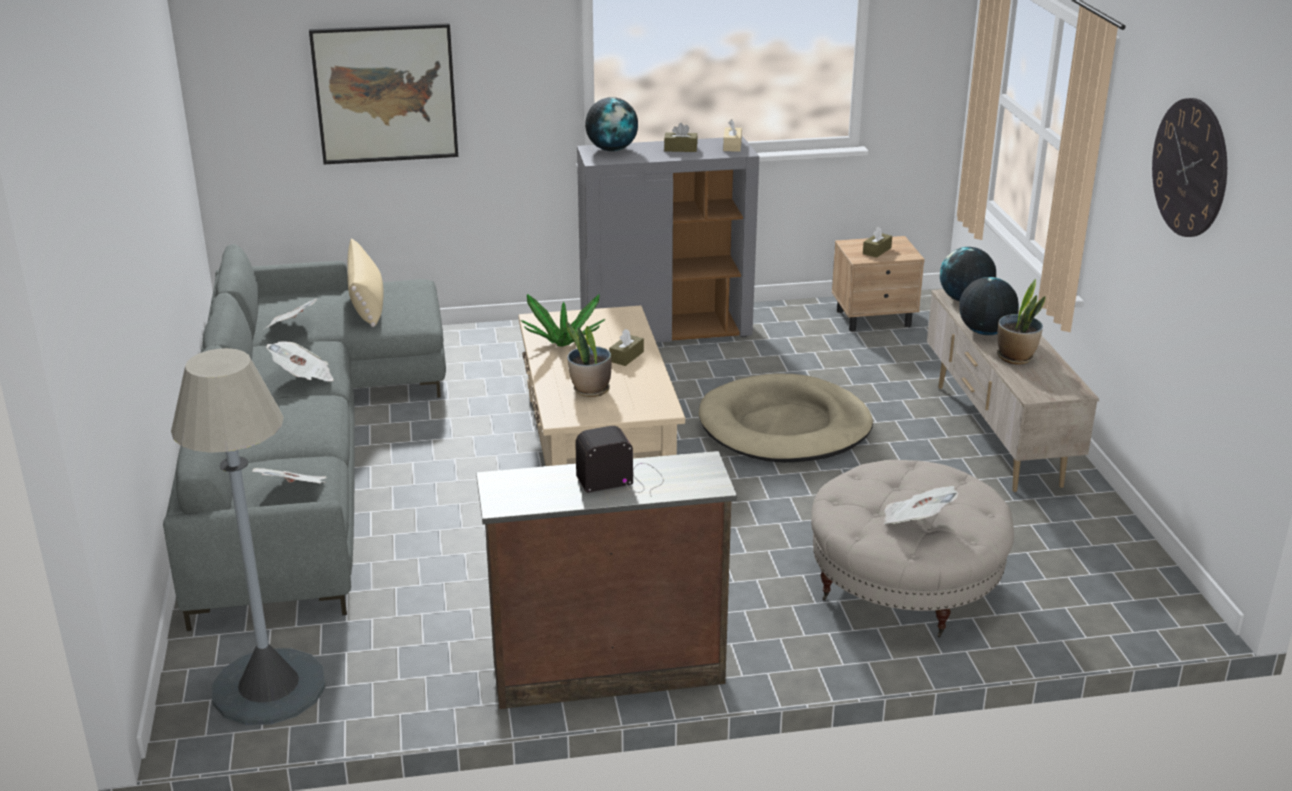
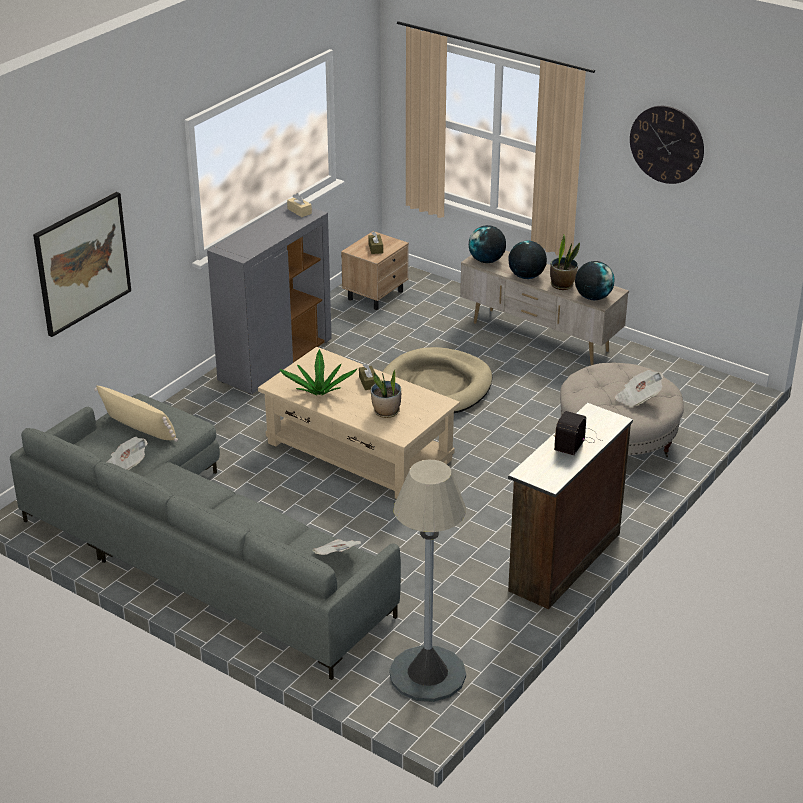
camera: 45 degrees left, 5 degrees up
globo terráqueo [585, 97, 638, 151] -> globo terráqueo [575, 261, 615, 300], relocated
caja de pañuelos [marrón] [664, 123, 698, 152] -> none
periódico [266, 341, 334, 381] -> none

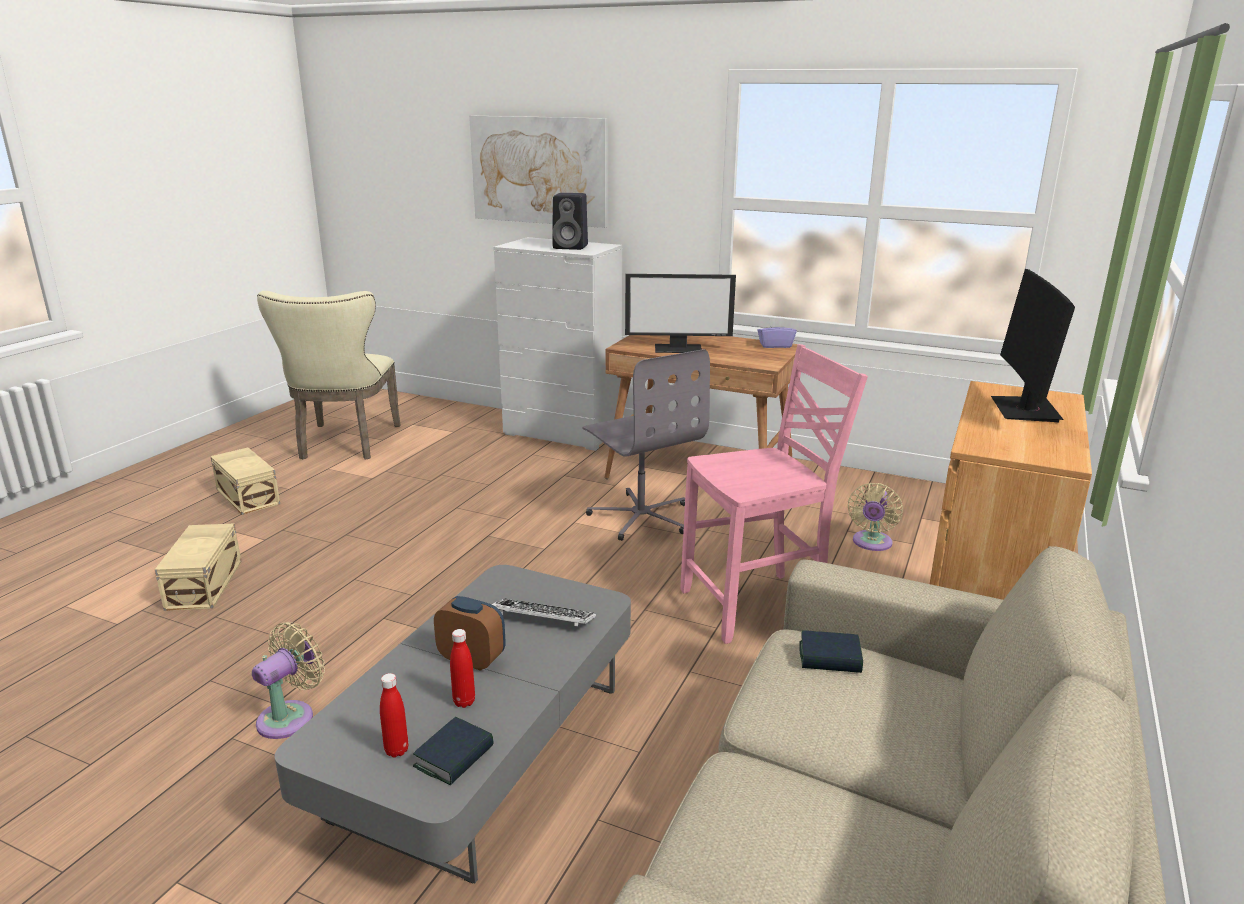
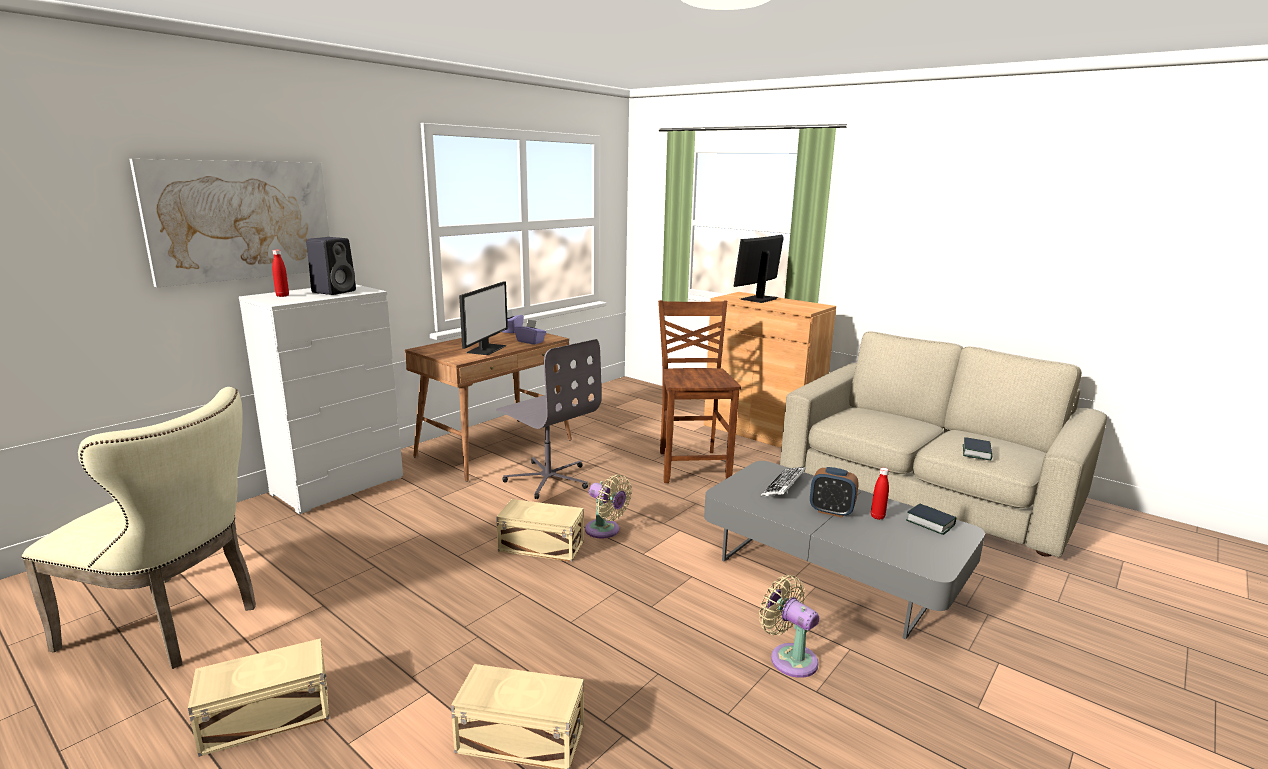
camera: 75 degrees left, 5 degrees down
monitor [991, 269, 1075, 422] -> monitor [733, 235, 784, 303], 105 degrees clockwise
silla [rosa] [681, 344, 868, 644] -> silla [marrón] [658, 300, 741, 483]
silla de oficina [gris] [582, 349, 710, 541] -> silla de oficina [gris] [496, 339, 602, 499], 60 degrees clockwise
ventilador [beis] [848, 483, 903, 551] -> ventilador [beis] [585, 475, 632, 539], relocated
despertador [434, 596, 506, 671] -> despertador [810, 467, 859, 518], 105 degrees counterclockwise
libro [799, 631, 863, 673] -> libro [963, 437, 992, 461], relocated
botella [rojo] [380, 673, 409, 758] -> botella [rojo] [272, 250, 289, 297], relocated
none -> caja de pañuelos [morado] [514, 319, 546, 345]
none -> caja de almacenaje [beis] [496, 499, 584, 562]

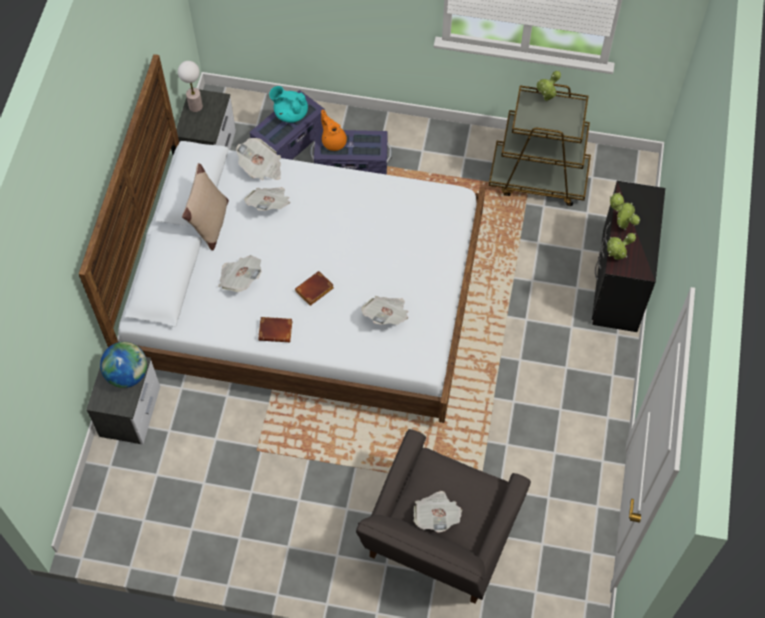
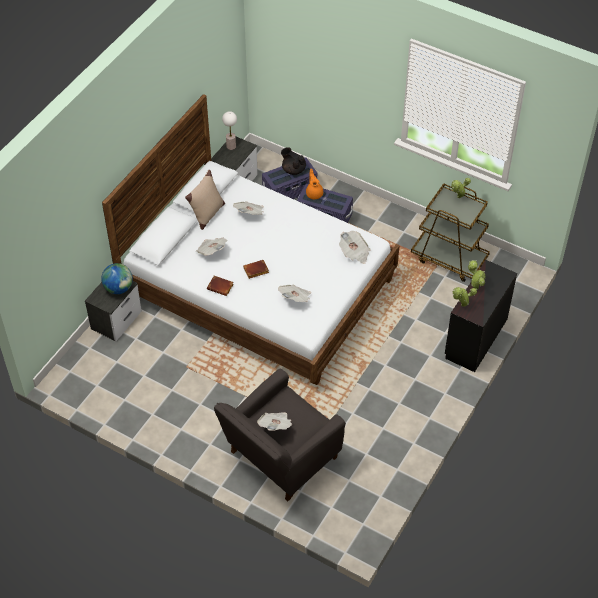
camera: 20 degrees right, 10 degrees down
tetera [turquesa] [269, 86, 308, 123] -> tetera [negro] [281, 148, 306, 175]
periódico [236, 138, 281, 180] -> periódico [339, 231, 371, 264], relocated

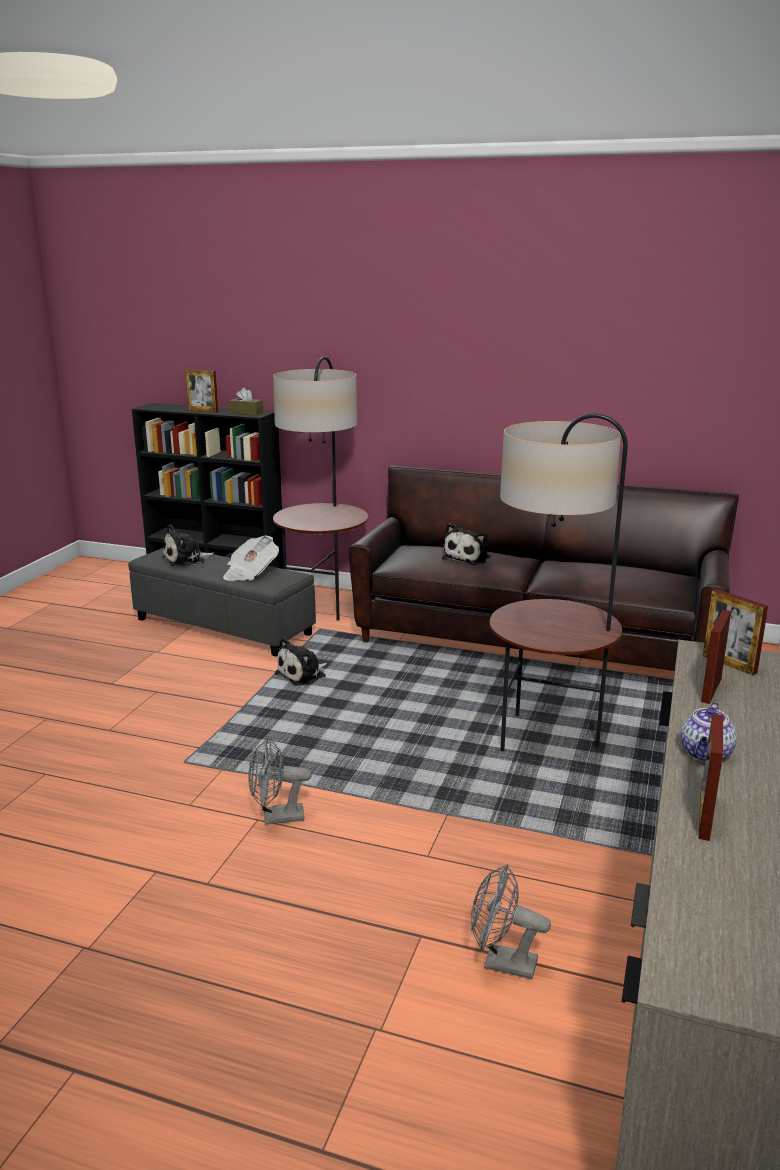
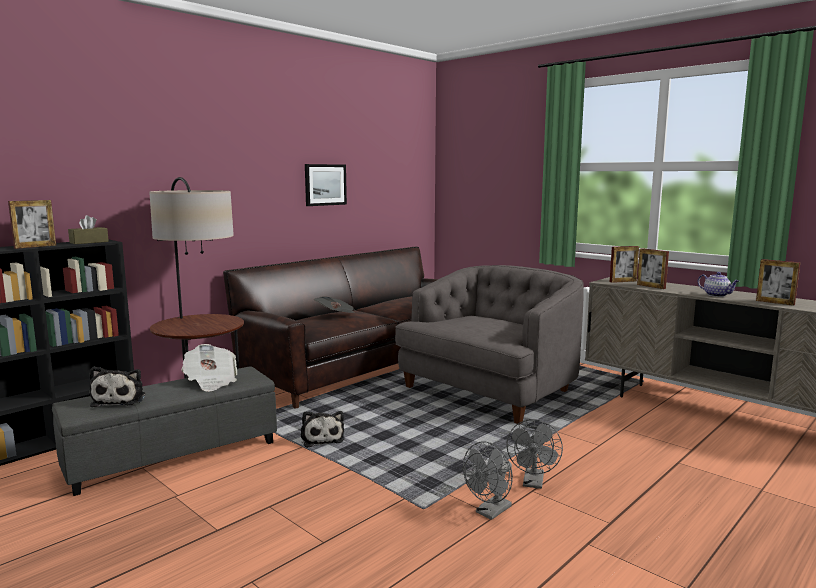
camera: 65 degrees left, 10 degrees down
lámpara de pie [490, 413, 628, 752] -> sillón [gris] [395, 265, 584, 424]
peluche [442, 523, 491, 565] -> periódico [314, 297, 354, 313]
ventilador [gris] [471, 864, 551, 979] -> ventilador [gris] [463, 441, 513, 520], relocated
none -> cuadro [305, 164, 347, 206]

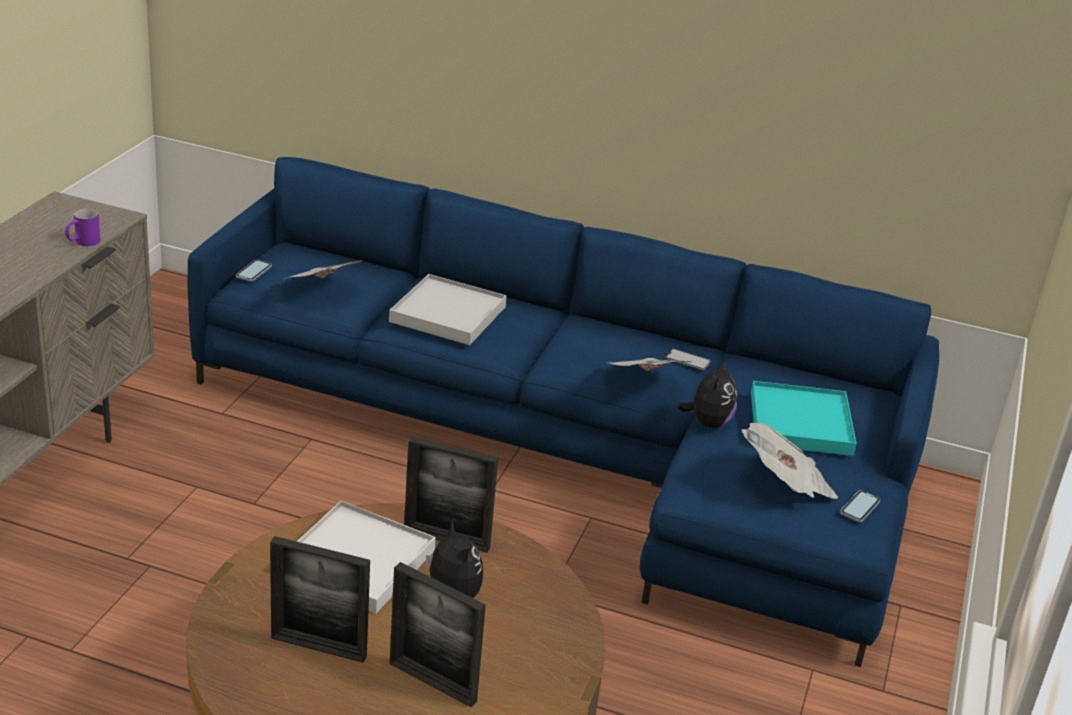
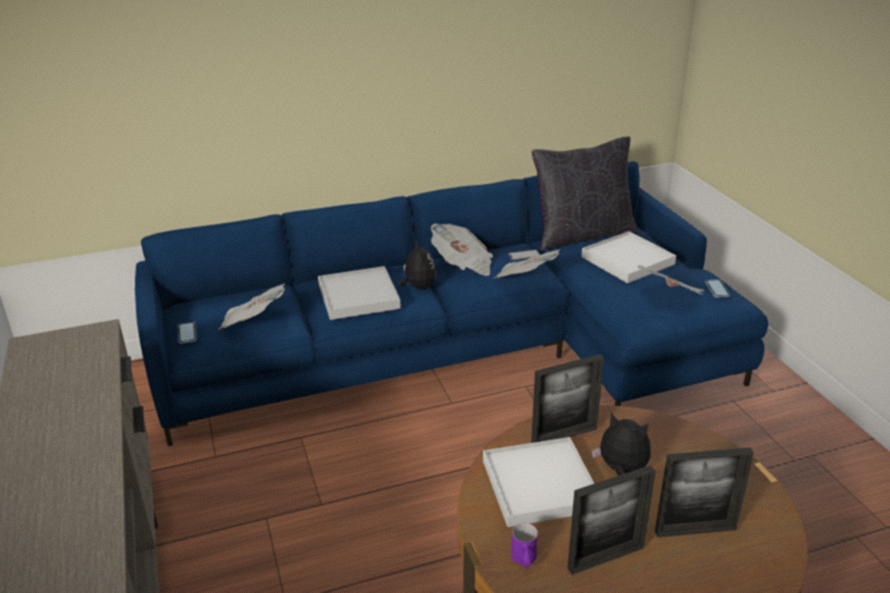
camera: 35 degrees left, 0 degrees up
taza grande [morado] [65, 209, 100, 246] -> taza grande [morado] [511, 523, 538, 568], relocated
peluche [677, 360, 738, 428] -> peluche [399, 240, 436, 290], relocated
bandeja [turquesa] [751, 381, 857, 456] -> bandeja [blanco] [581, 231, 676, 283]
none -> cojín [negro] [532, 136, 637, 251]
none -> periódico [431, 224, 493, 276]

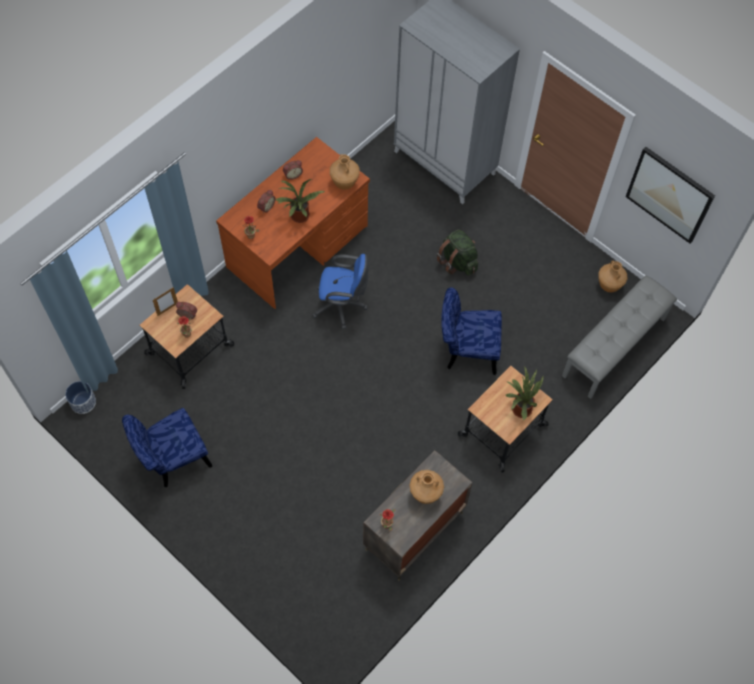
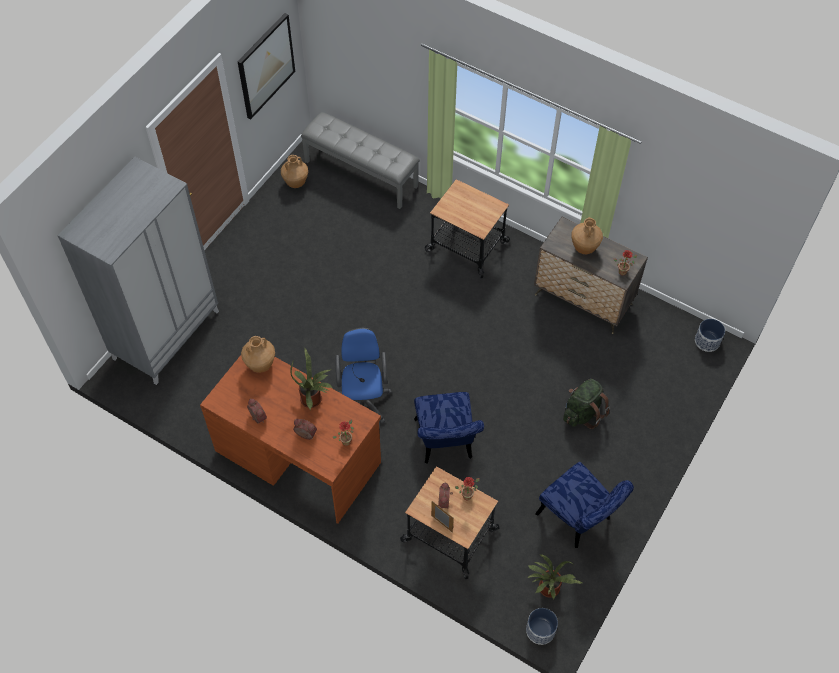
camera: 100 degrees left, 5 degrees down
mochila [verde] [437, 229, 478, 275] -> mochila [verde] [563, 379, 610, 429], relocated
silla [azul] [441, 287, 502, 375] -> silla [azul] [414, 392, 484, 464], relocated
planta en maceta [505, 366, 544, 421] -> planta en maceta [528, 554, 582, 599], relocated
none -> maceta [695, 319, 725, 352]

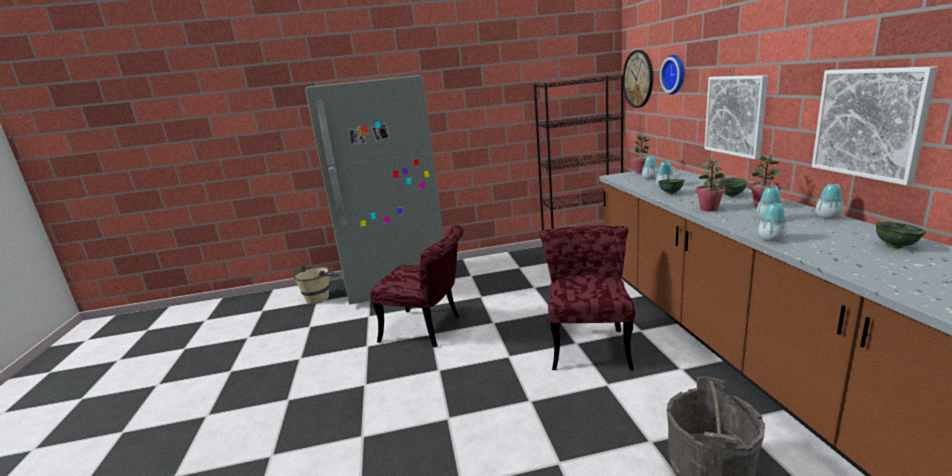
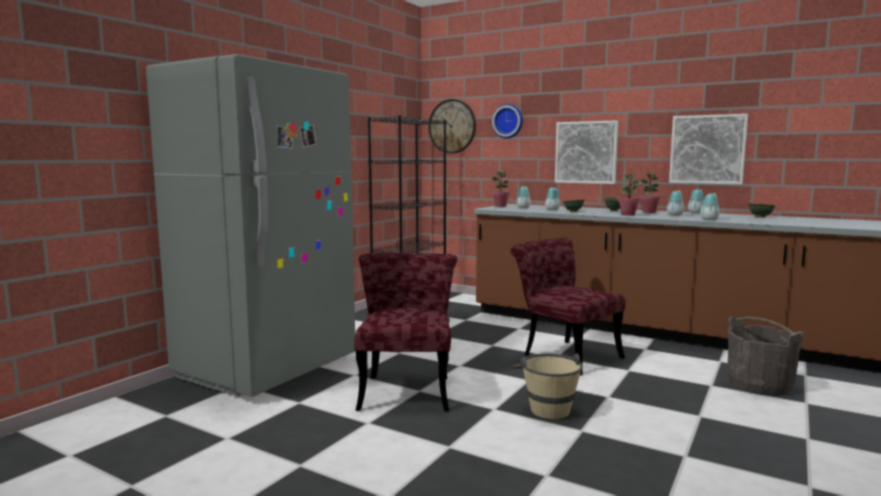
camera: 50 degrees left, 10 degrees down
silla [rojo] [371, 225, 463, 347] -> silla [rojo] [354, 253, 457, 412], 60 degrees counterclockwise
cubo [beis] [293, 266, 340, 304] -> cubo [beis] [512, 353, 583, 419], relocated

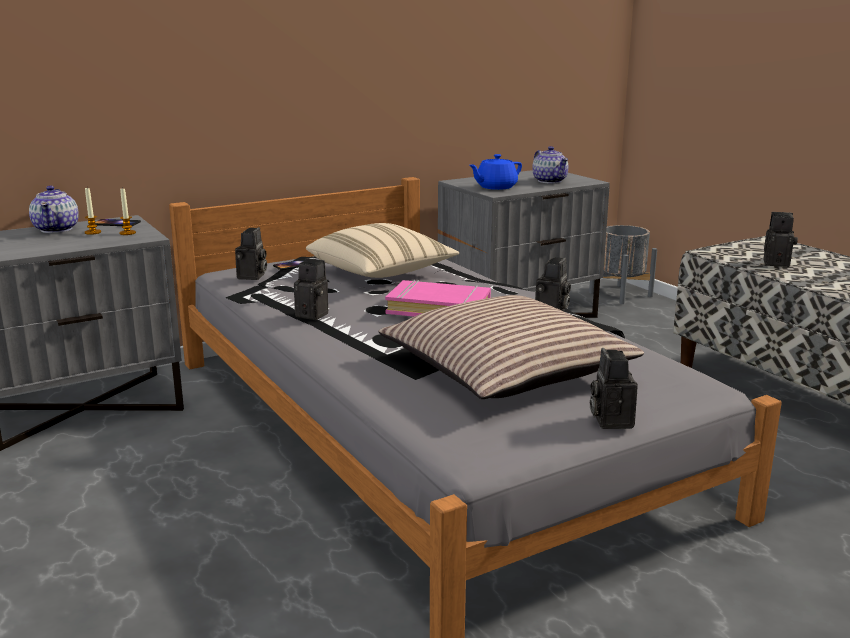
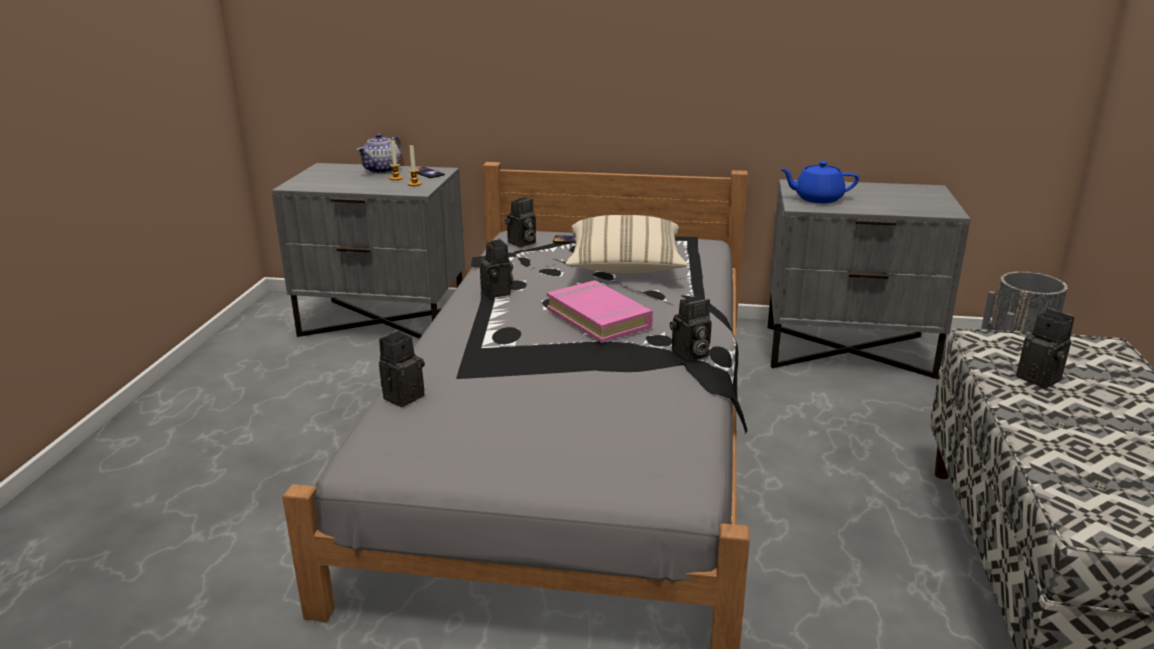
camera: 40 degrees right, 5 degrees up
tetera [532, 146, 568, 183] -> none
cojín [379, 295, 644, 399] -> none
cámara [590, 348, 638, 429] -> cámara [379, 329, 425, 407], relocated

